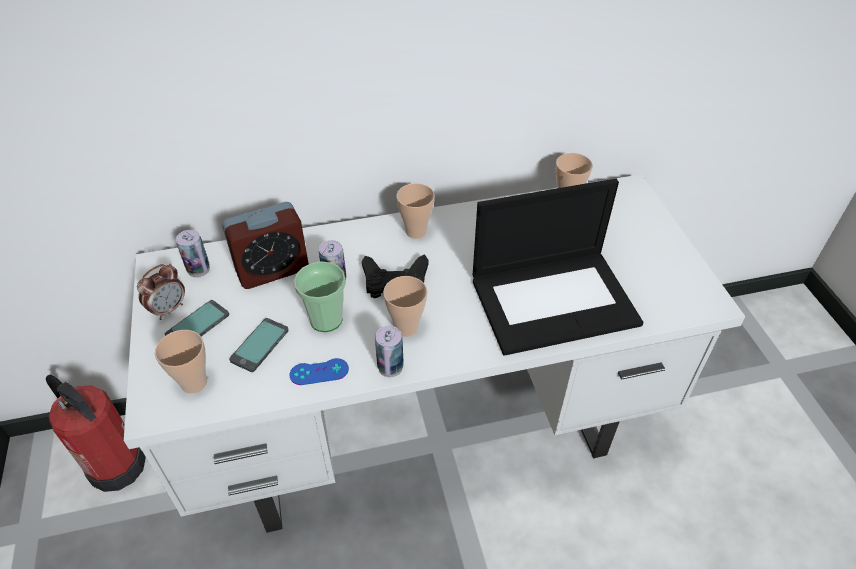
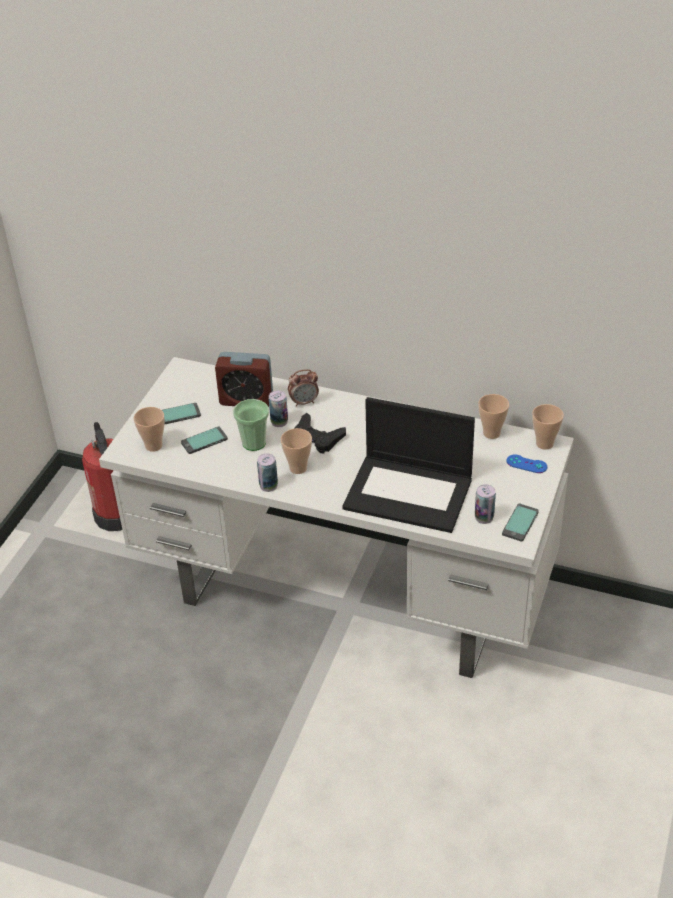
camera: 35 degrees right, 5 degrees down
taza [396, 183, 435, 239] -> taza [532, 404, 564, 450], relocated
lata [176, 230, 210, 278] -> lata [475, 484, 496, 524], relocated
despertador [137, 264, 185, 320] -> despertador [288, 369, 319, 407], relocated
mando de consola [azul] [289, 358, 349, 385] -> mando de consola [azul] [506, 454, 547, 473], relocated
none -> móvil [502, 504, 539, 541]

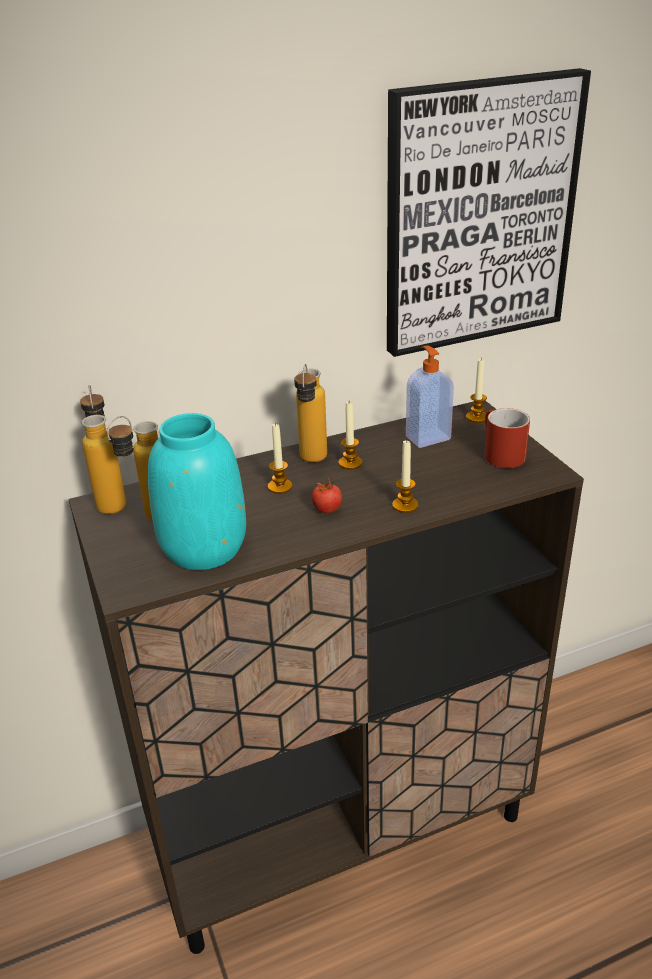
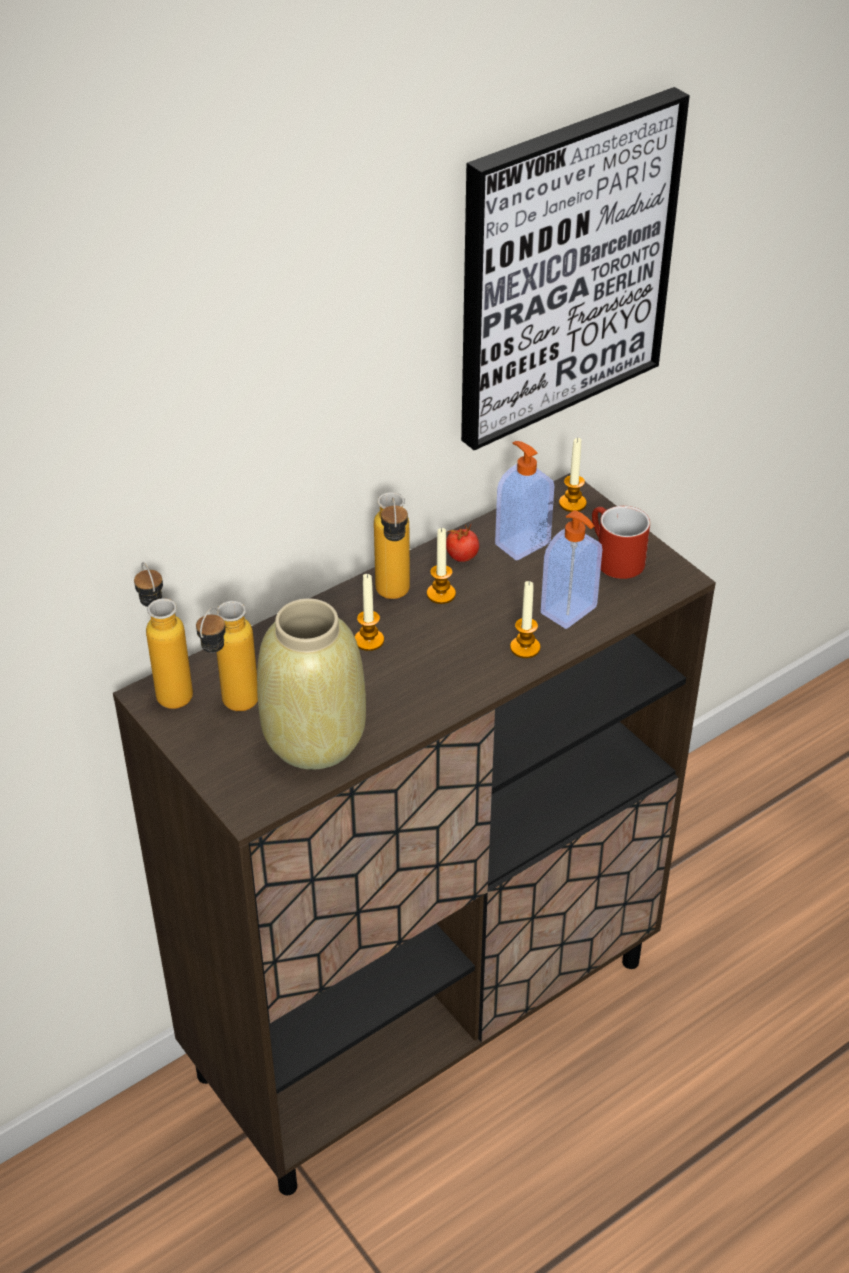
camera: 15 degrees left, 10 degrees up
florero [turquesa] [148, 413, 246, 570] -> florero [beis] [257, 598, 366, 770]
tomate [312, 479, 342, 513] -> tomate [446, 523, 479, 562], relocated
none -> dispensador de jabón [541, 510, 602, 629]

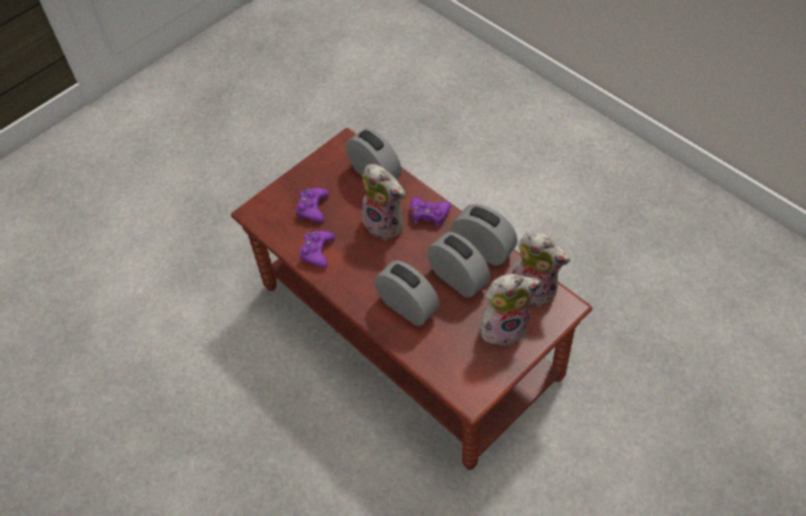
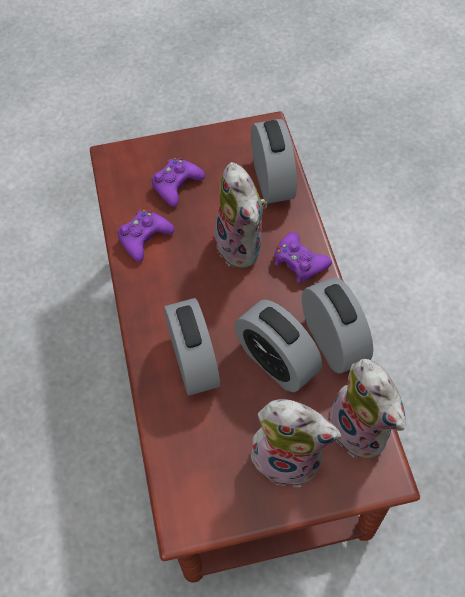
camera: 30 degrees right, 5 degrees up
despertador [427, 232, 490, 298] -> despertador [234, 300, 322, 392], 150 degrees clockwise

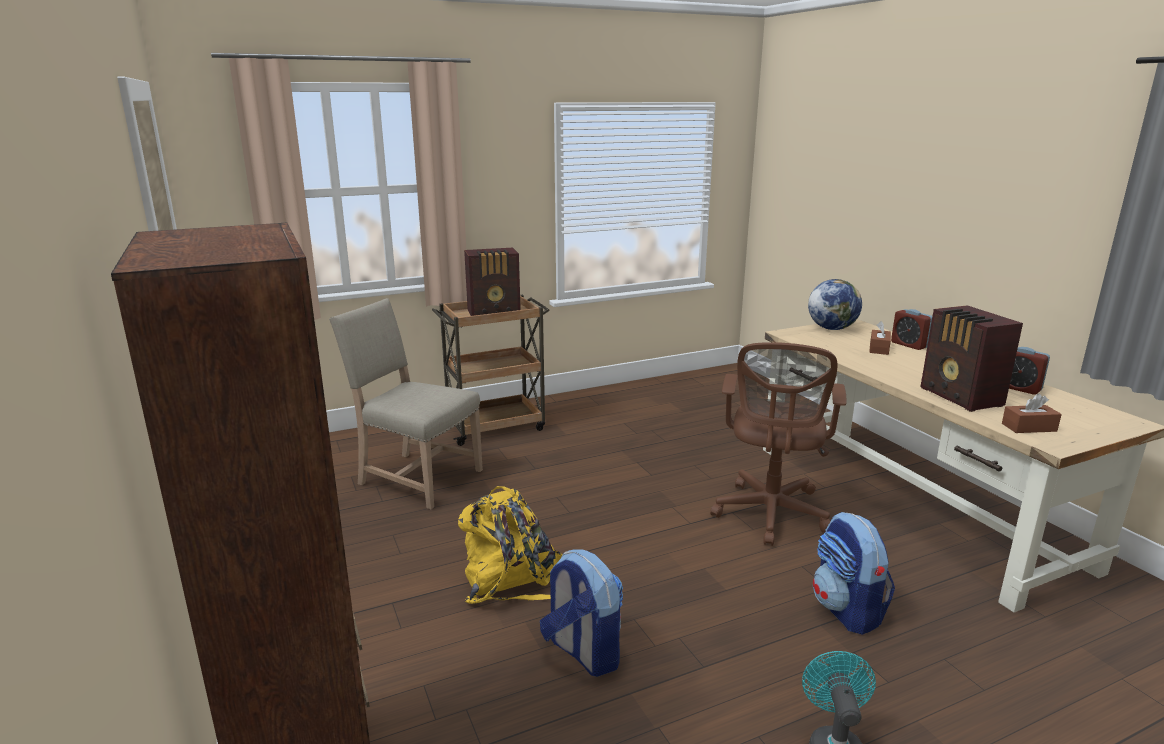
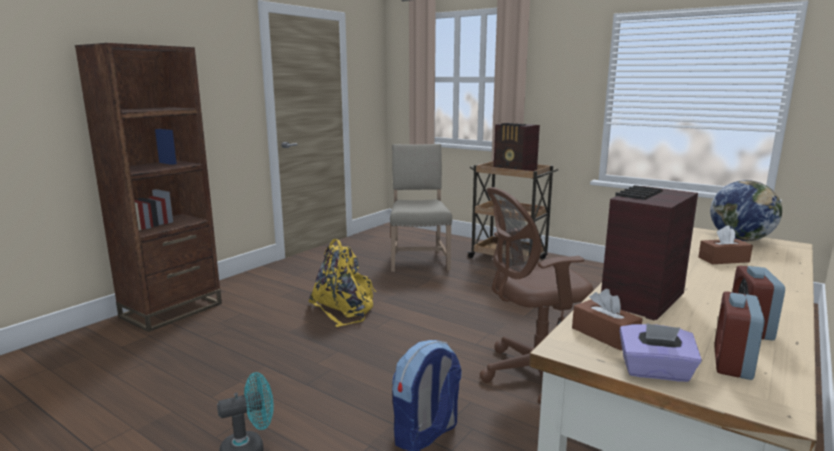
camera: 60 degrees right, 5 degrees down
despertador [891, 309, 932, 350] -> despertador [714, 291, 765, 380], relocated
mochila [540, 549, 623, 677] -> none
none -> caja de pañuelos [morado] [619, 323, 702, 382]

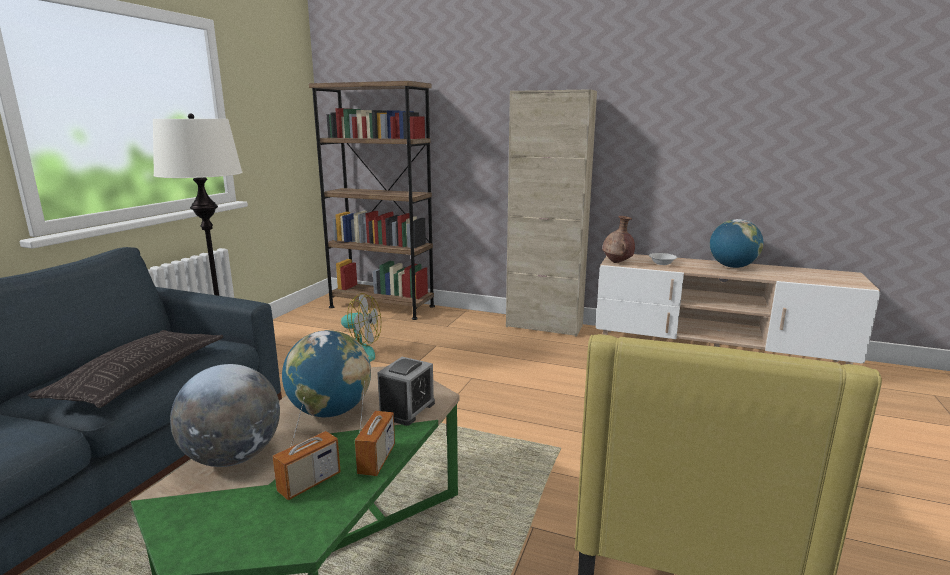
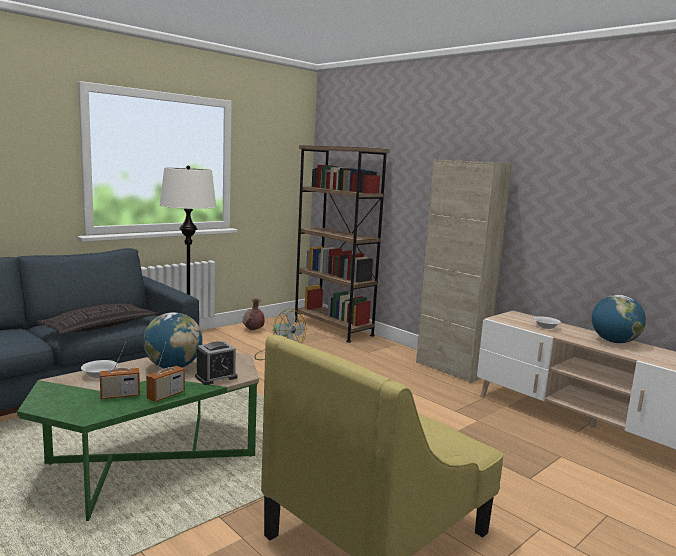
camera: 25 degrees right, 5 degrees down
florero [marrón] [602, 216, 635, 263] -> florero [marrón] [243, 299, 265, 330], relocated
globo terráqueo [170, 364, 280, 467] -> cuenco [blanco] [81, 360, 118, 378]

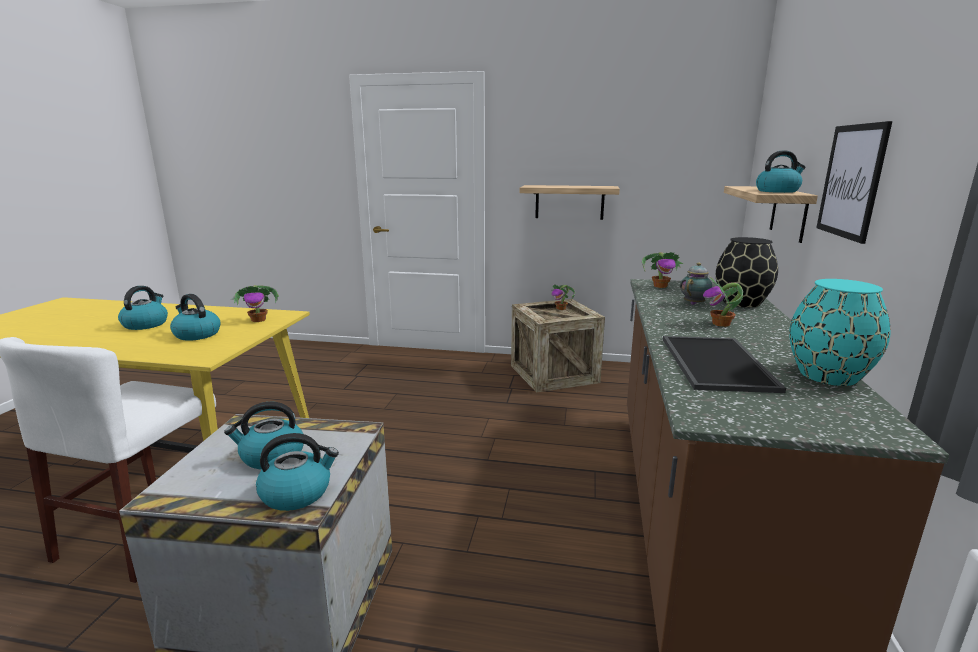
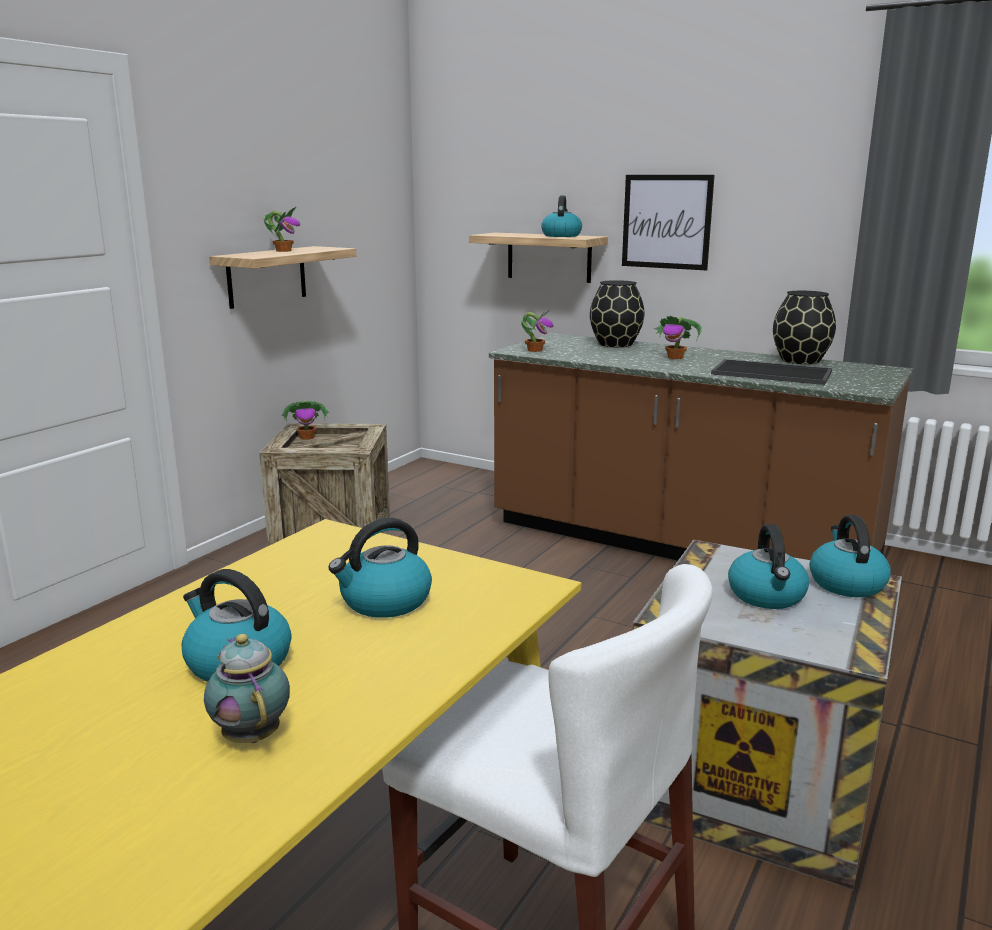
camera: 70 degrees left, 0 degrees up
tetera [680, 262, 712, 305] -> tetera [204, 634, 290, 743], relocated
florero [turquesa] [789, 279, 891, 386] -> florero [negro] [773, 291, 836, 364]
planta en maceta [231, 285, 279, 322] -> planta en maceta [264, 207, 300, 252], relocated

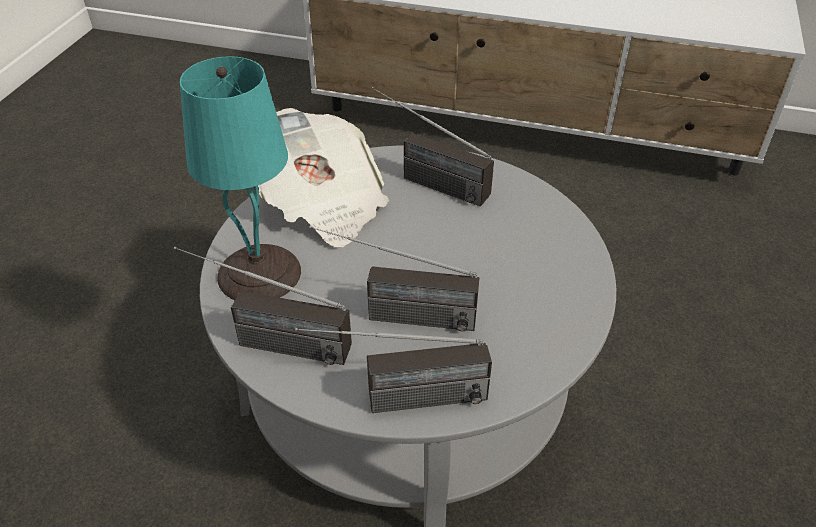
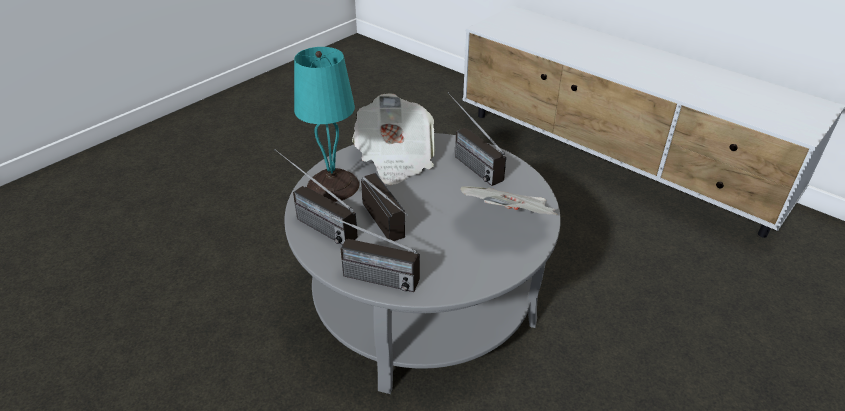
camera: 25 degrees right, 5 degrees down
radio [309, 226, 480, 332] -> radio [361, 173, 408, 241], 150 degrees counterclockwise
none -> periódico [461, 186, 558, 215]

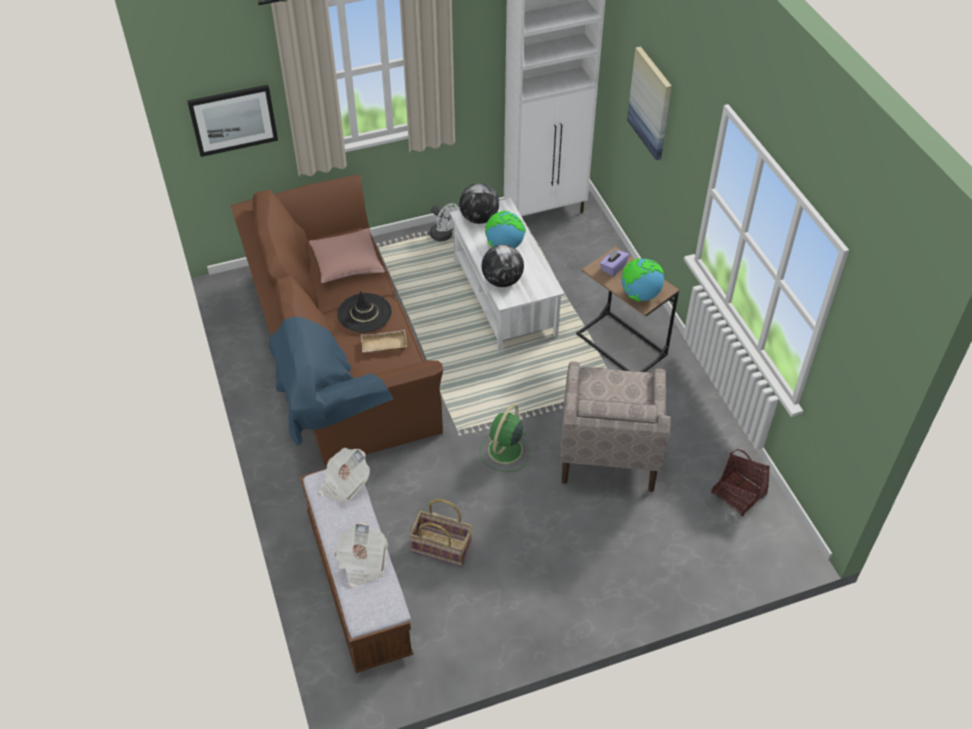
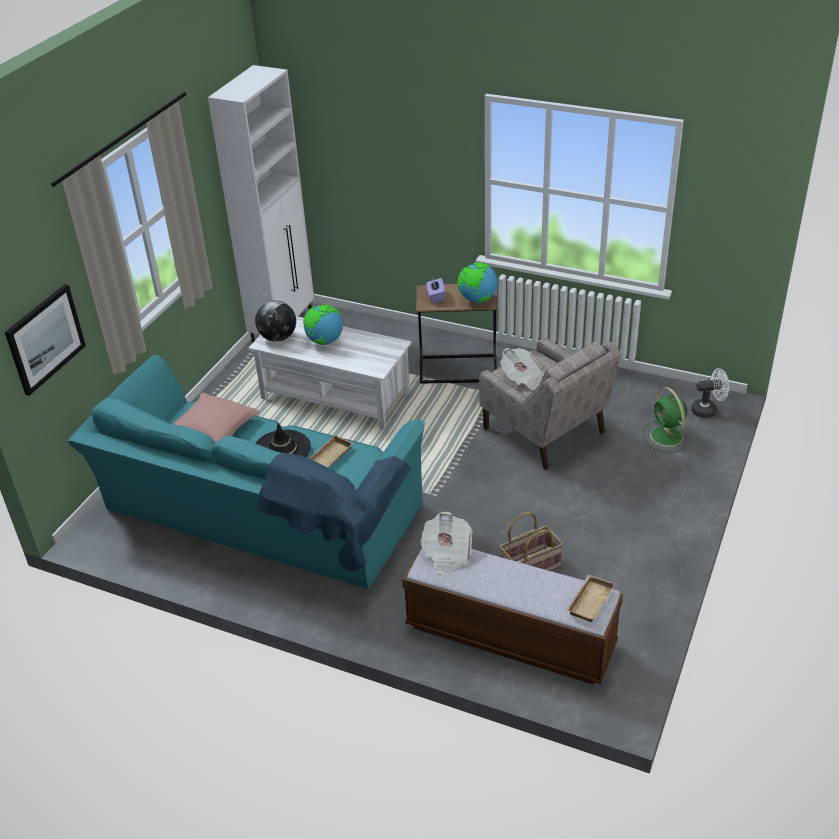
camera: 45 degrees left, 10 degrees down
cuadro [627, 47, 672, 160] -> none
sofá [marrón] [231, 175, 443, 465] -> sofá [turquesa] [67, 355, 425, 589]
ventilador [blanco] [430, 203, 459, 241] -> ventilador [blanco] [691, 368, 729, 418], relocated
globo terráqueo [482, 245, 524, 287] -> none
ventilador [verde] [479, 404, 529, 472] -> ventilador [verde] [642, 387, 694, 453], relocated
cesta [711, 449, 770, 517] -> none
periódico [335, 522, 388, 587] -> periódico [500, 348, 544, 390], relocated
none -> bandeja [beis] [567, 575, 615, 622]

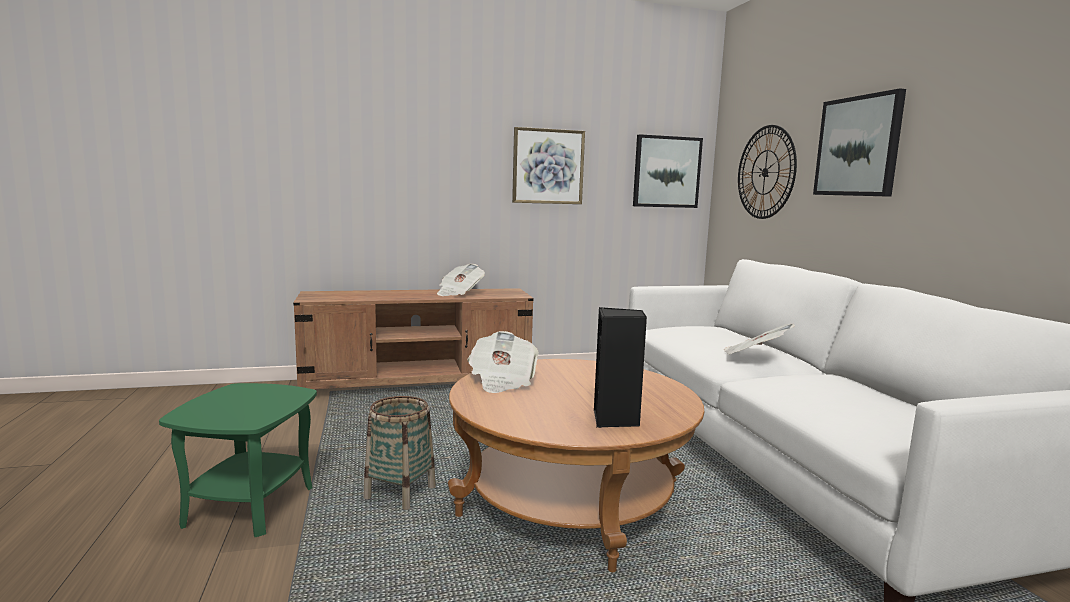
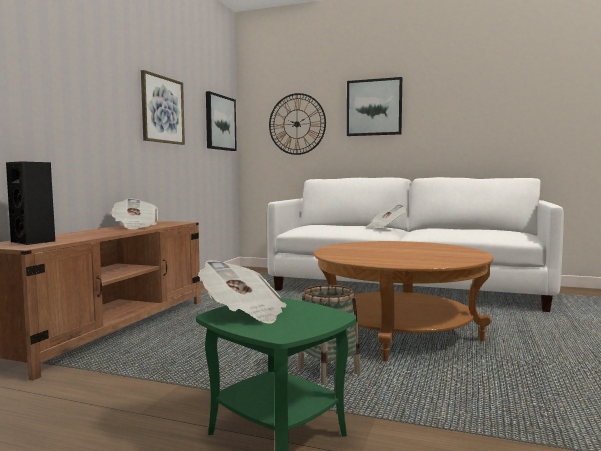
camera: 55 degrees left, 5 degrees down
altavoz [negro] [594, 307, 647, 428] -> altavoz [negro] [6, 161, 55, 245], relocated
periódico [468, 331, 539, 393] -> periódico [198, 260, 286, 324], relocated

